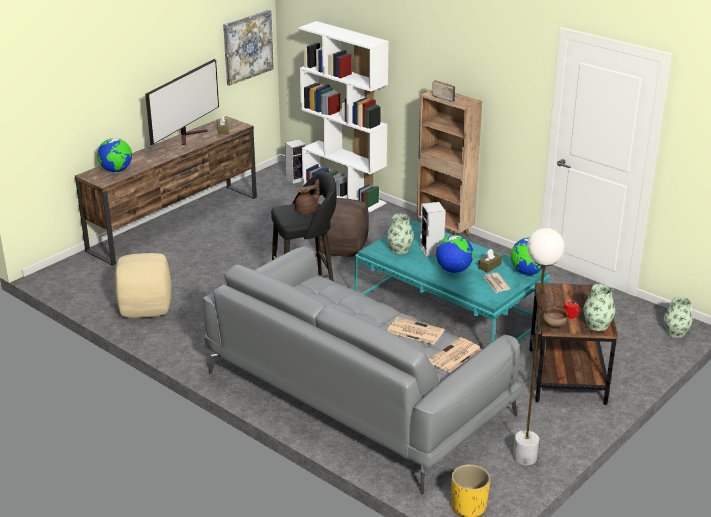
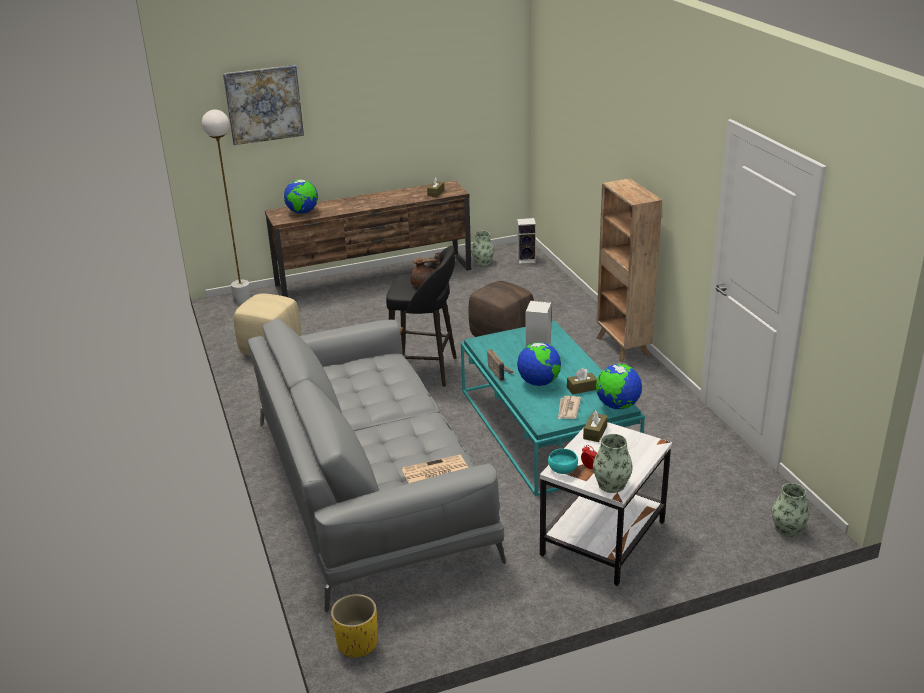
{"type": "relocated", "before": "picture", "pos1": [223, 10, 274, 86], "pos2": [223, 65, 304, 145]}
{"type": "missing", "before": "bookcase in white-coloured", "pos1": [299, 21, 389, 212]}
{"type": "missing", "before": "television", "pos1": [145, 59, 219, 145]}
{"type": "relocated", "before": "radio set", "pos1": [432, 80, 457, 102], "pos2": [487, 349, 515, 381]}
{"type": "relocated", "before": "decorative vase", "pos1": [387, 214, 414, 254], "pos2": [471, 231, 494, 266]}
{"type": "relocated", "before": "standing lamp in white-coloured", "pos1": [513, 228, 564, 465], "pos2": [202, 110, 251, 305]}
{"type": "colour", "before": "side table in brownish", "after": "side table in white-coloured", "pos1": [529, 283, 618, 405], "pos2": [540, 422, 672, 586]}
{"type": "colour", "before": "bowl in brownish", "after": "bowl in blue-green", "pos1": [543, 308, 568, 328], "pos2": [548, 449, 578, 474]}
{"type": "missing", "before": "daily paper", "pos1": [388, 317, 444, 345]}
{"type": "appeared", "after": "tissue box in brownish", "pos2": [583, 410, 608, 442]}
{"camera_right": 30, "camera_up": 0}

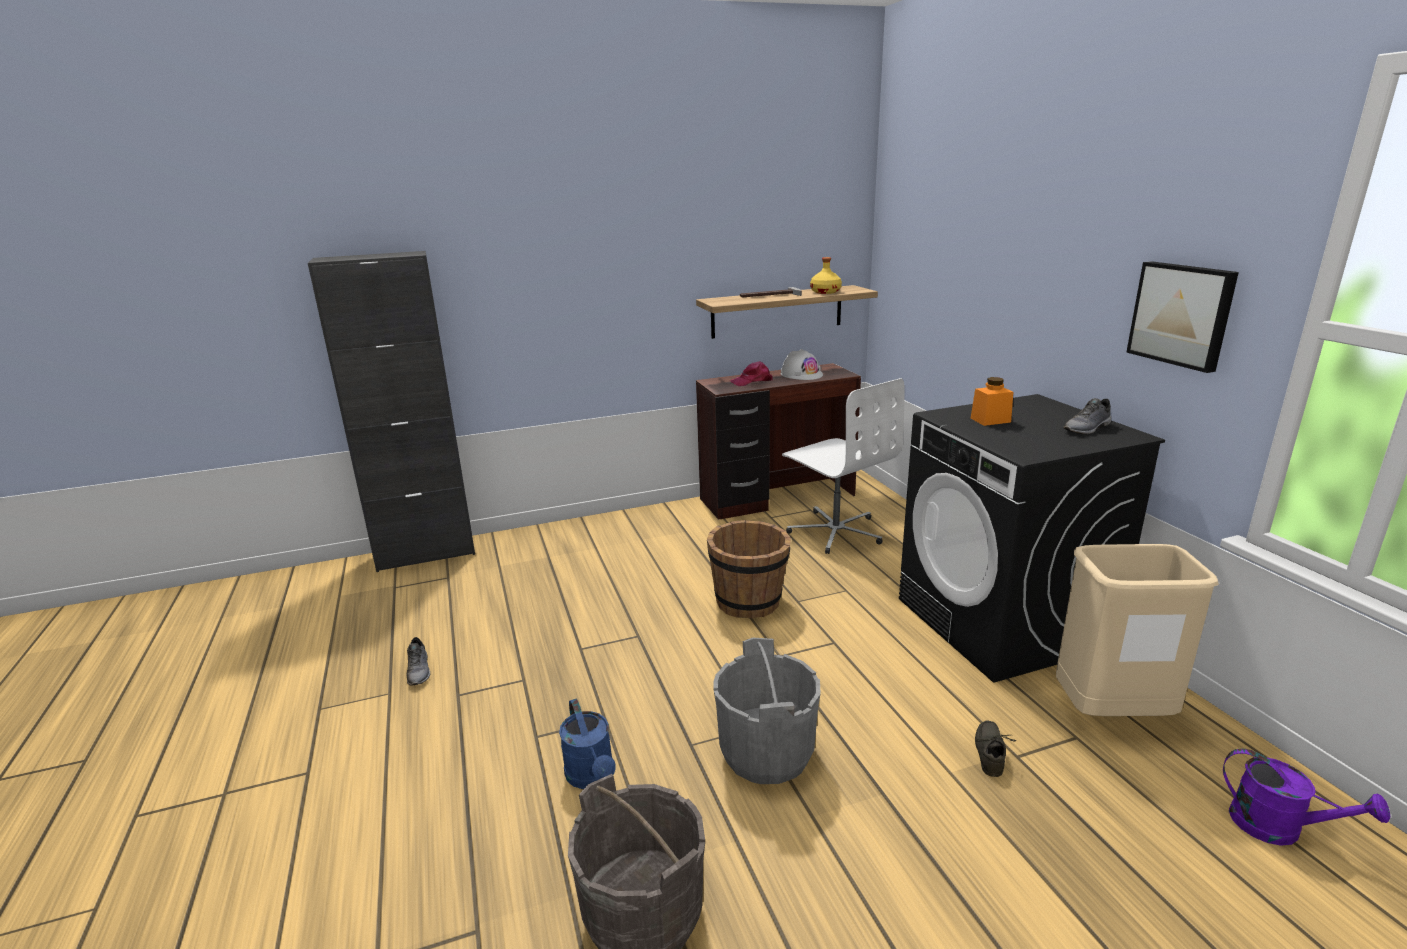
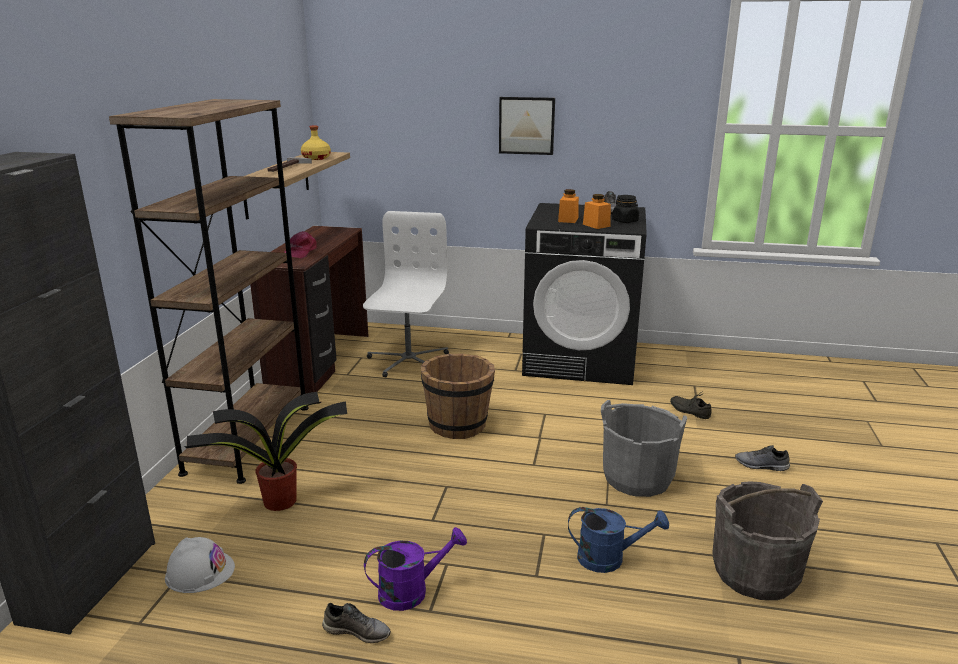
{"type": "relocated", "before": "picture", "pos1": [1126, 261, 1239, 373], "pos2": [499, 97, 555, 155]}
{"type": "relocated", "before": "work helmet in white-coloured", "pos1": [781, 349, 823, 380], "pos2": [165, 537, 235, 593]}
{"type": "spun", "before": "office chair in white-coloured", "pos1": [782, 378, 905, 554], "pos2": [363, 211, 449, 378], "turn": -75}
{"type": "missing", "before": "waste bin in beige", "pos1": [1056, 544, 1219, 716]}
{"type": "relocated", "before": "watering pot in purple", "pos1": [1223, 749, 1391, 846], "pos2": [364, 527, 467, 611]}
{"type": "appeared", "after": "bookcase in brownish", "pos2": [109, 99, 309, 484]}
{"type": "appeared", "after": "preserve jar in orangey", "pos2": [583, 194, 611, 229]}
{"type": "appeared", "after": "preserve jar in black-coloured", "pos2": [612, 195, 639, 223]}
{"type": "appeared", "after": "plant in a pot", "pos2": [184, 392, 347, 511]}
{"type": "appeared", "after": "low shoe in greyish", "pos2": [735, 445, 790, 471]}
{"camera_right": -60, "camera_up": 0}

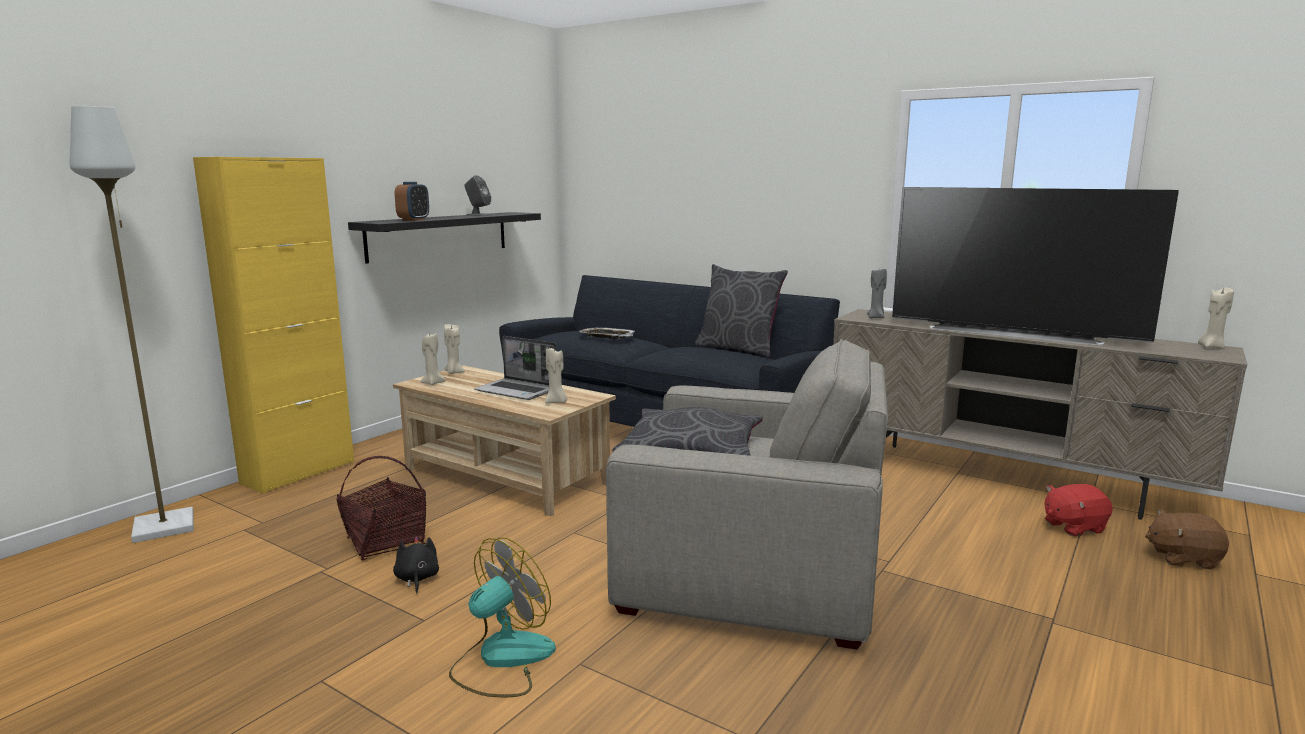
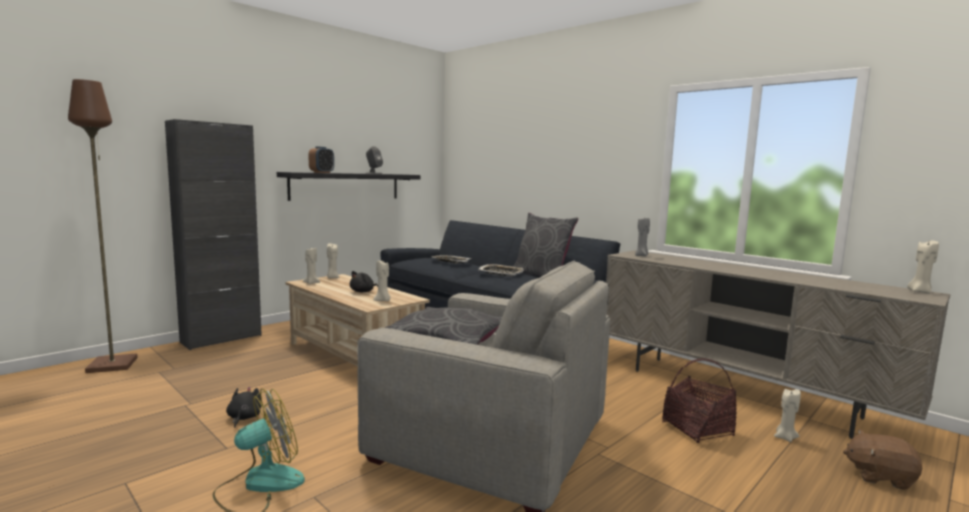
{"type": "colour", "before": "standing lamp in greyish", "after": "standing lamp in brownish", "pos1": [70, 106, 194, 543], "pos2": [68, 79, 138, 373]}
{"type": "colour", "before": "cupboard in yellow", "after": "cupboard in black-coloured", "pos1": [193, 157, 354, 494], "pos2": [165, 119, 262, 350]}
{"type": "missing", "before": "television", "pos1": [892, 187, 1179, 345]}
{"type": "exchanged", "before": "portable computer", "after": "plush toy in black-coloured", "pos1": [474, 336, 556, 400], "pos2": [350, 271, 378, 292]}
{"type": "relocated", "before": "basket", "pos1": [336, 456, 426, 560], "pos2": [662, 358, 737, 443]}
{"type": "exchanged", "before": "plush toy in red-coloured", "after": "wax candle in beige", "pos1": [1045, 484, 1113, 536], "pos2": [774, 389, 801, 442]}
{"type": "appeared", "after": "tray", "pos2": [478, 264, 524, 276]}
{"camera_right": 10, "camera_up": -5}

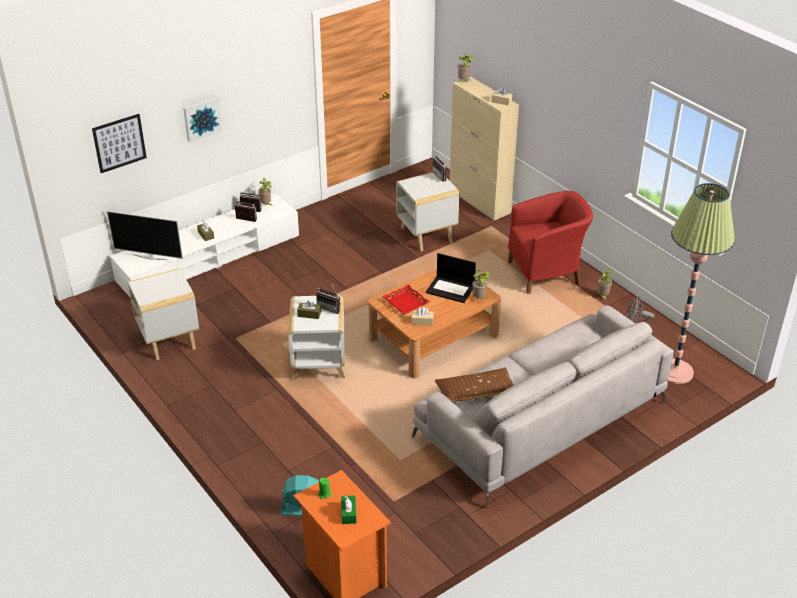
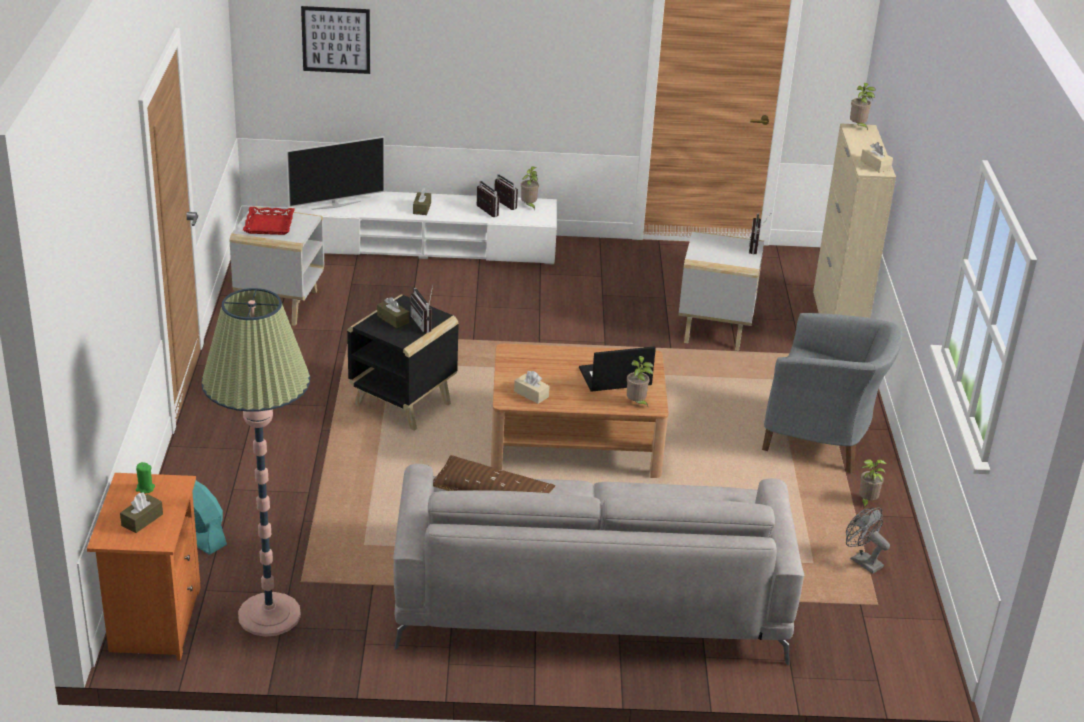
{"type": "missing", "before": "picture", "pos1": [183, 97, 222, 142]}
{"type": "relocated", "before": "standing lamp", "pos1": [667, 183, 735, 384], "pos2": [201, 288, 310, 637]}
{"type": "colour", "before": "lounge chair in red-coloured", "after": "lounge chair in greyish", "pos1": [508, 191, 593, 294], "pos2": [762, 313, 903, 473]}
{"type": "spun", "before": "television", "pos1": [107, 211, 183, 260], "pos2": [286, 136, 385, 210], "turn": -75}
{"type": "spun", "before": "portable computer", "pos1": [426, 253, 476, 303], "pos2": [579, 346, 656, 392], "turn": 105}
{"type": "relocated", "before": "tray in red-coloured", "pos1": [382, 285, 430, 315], "pos2": [243, 207, 295, 235]}
{"type": "colour", "before": "side table in white-coloured", "after": "side table in black-coloured", "pos1": [288, 295, 345, 380], "pos2": [347, 295, 458, 431]}
{"type": "colour", "before": "tissue box in greenish", "after": "tissue box in brownish", "pos1": [341, 495, 356, 524], "pos2": [120, 492, 163, 533]}
{"camera_right": 35, "camera_up": -5}

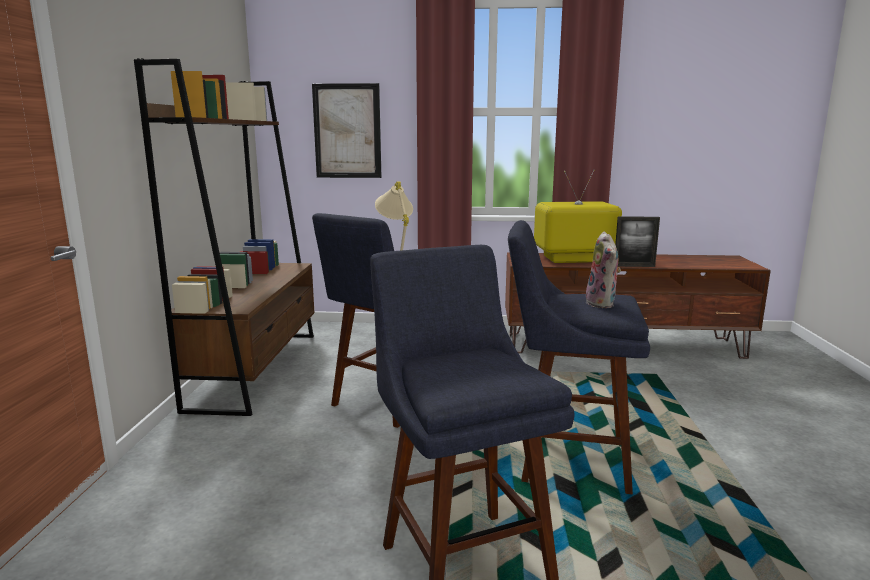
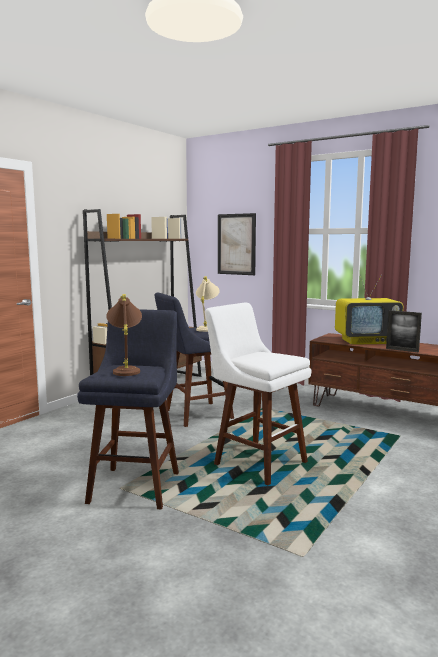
{"type": "spun", "before": "television", "pos1": [534, 170, 622, 263], "pos2": [335, 274, 403, 345], "turn": 150}
{"type": "colour", "before": "stool seat in blue", "after": "stool seat in white-coloured", "pos1": [508, 220, 650, 495], "pos2": [205, 303, 312, 486]}
{"type": "missing", "before": "plush toy", "pos1": [586, 232, 621, 308]}
{"type": "appeared", "after": "lamp for a table in brownish", "pos2": [106, 294, 142, 376]}
{"camera_right": 30, "camera_up": -5}

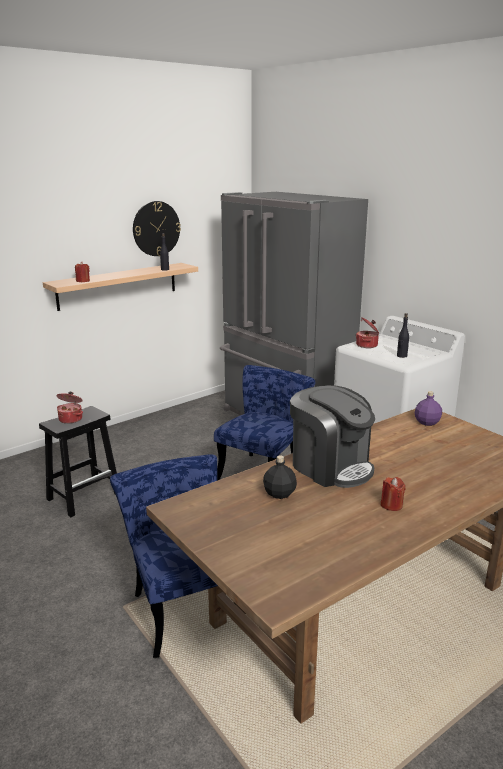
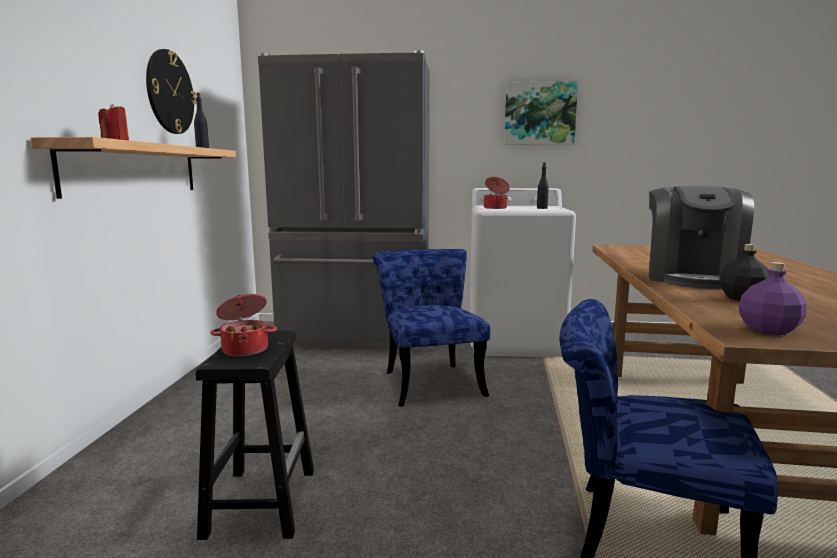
{"type": "spun", "before": "coffee brewer", "pos1": [290, 385, 375, 488], "pos2": [649, 186, 754, 289], "turn": 105}
{"type": "relocated", "before": "beverage bottle in purple", "pos1": [415, 391, 442, 426], "pos2": [739, 262, 807, 335]}
{"type": "missing", "before": "wax candle in red-coloured", "pos1": [380, 477, 406, 511]}
{"type": "appeared", "after": "picture", "pos2": [504, 81, 578, 145]}
{"camera_right": -45, "camera_up": -10}

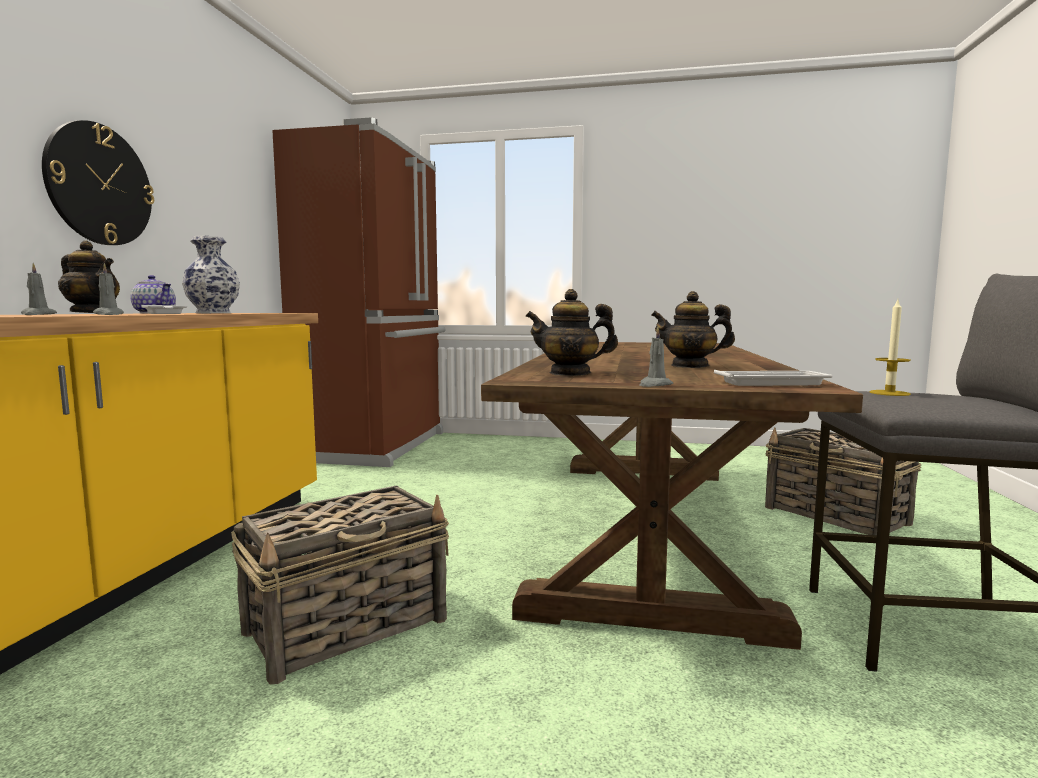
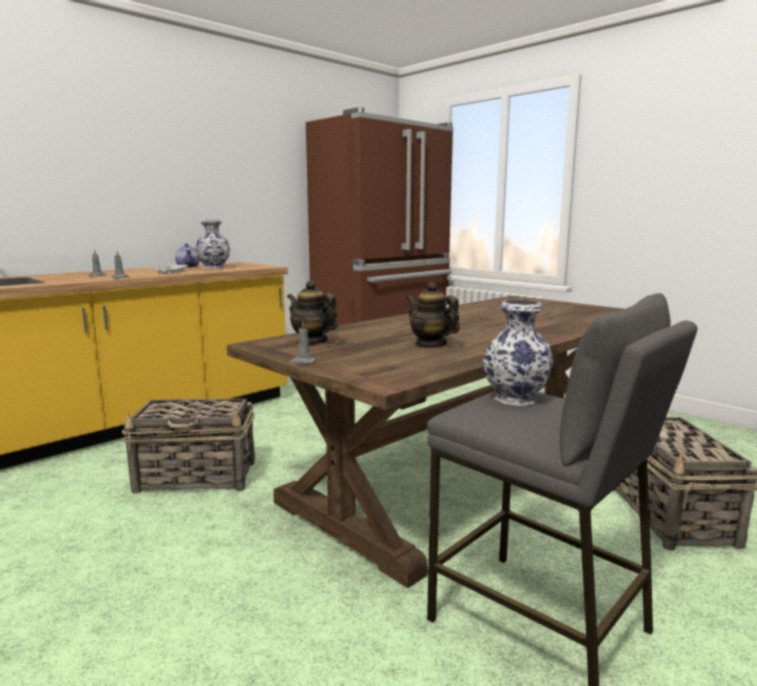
{"type": "missing", "before": "hanging clock", "pos1": [42, 120, 154, 245]}
{"type": "missing", "before": "pot for tea", "pos1": [58, 241, 120, 313]}
{"type": "exchanged", "before": "wax candle", "after": "decorative vase", "pos1": [869, 300, 911, 396], "pos2": [483, 299, 553, 406]}
{"type": "missing", "before": "tray in white-coloured", "pos1": [714, 370, 833, 386]}
{"camera_right": 35, "camera_up": 5}

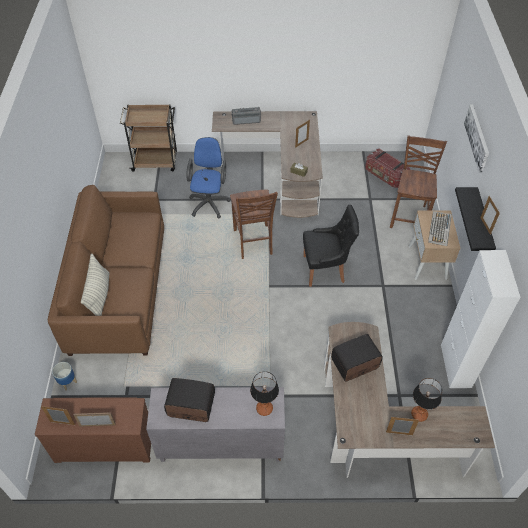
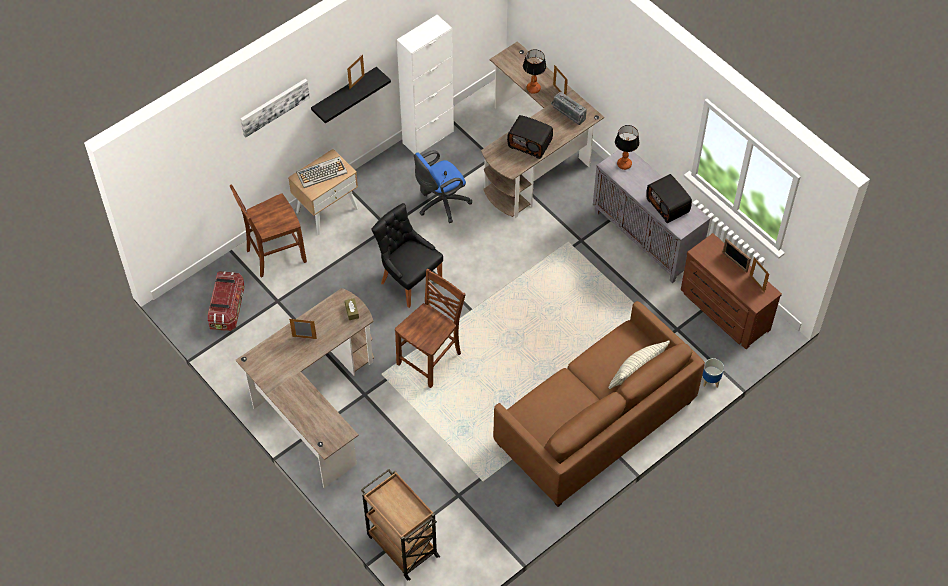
{"type": "relocated", "before": "radio set", "pos1": [231, 107, 261, 125], "pos2": [551, 92, 587, 125]}
{"type": "relocated", "before": "office chair in blue", "pos1": [186, 137, 231, 219], "pos2": [414, 150, 472, 223]}
{"camera_right": -130, "camera_up": 5}

